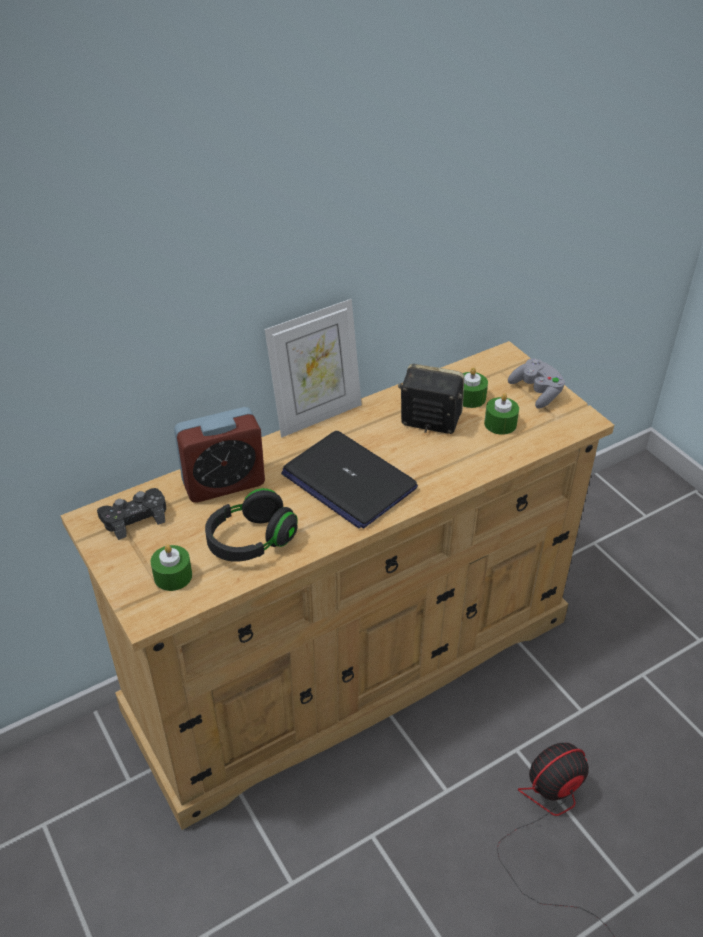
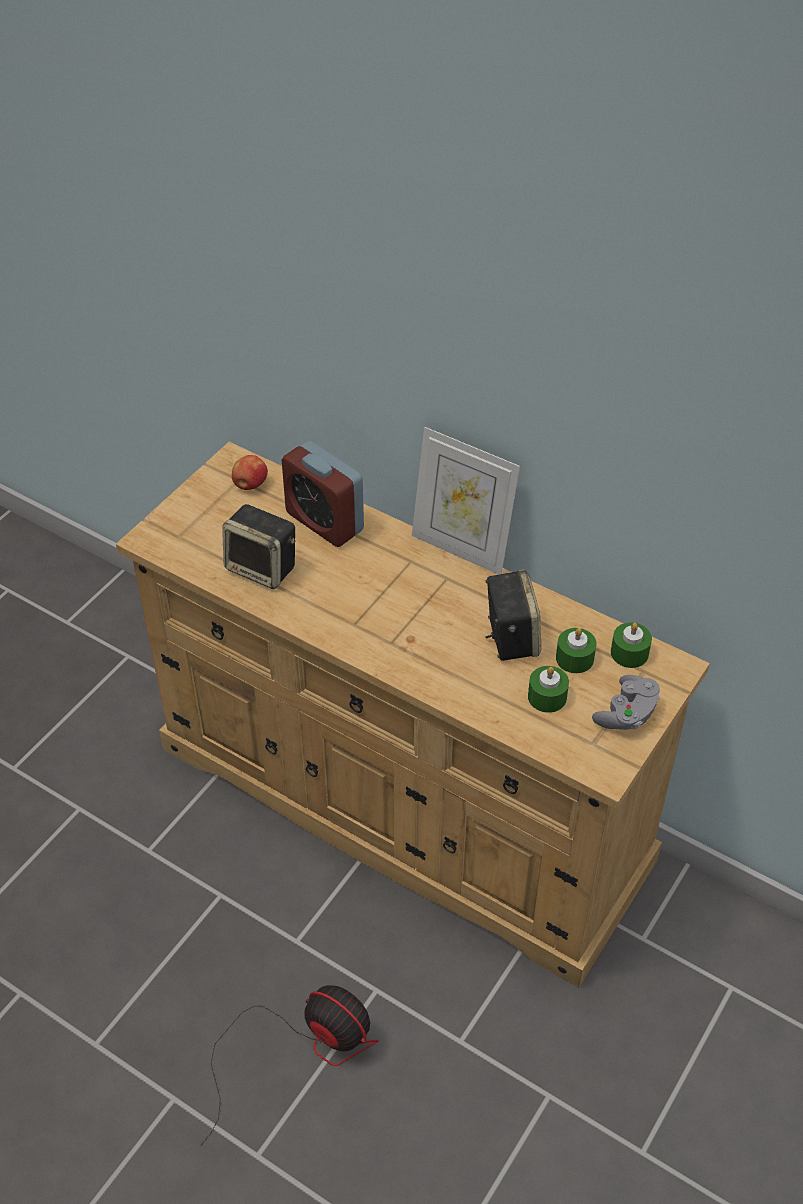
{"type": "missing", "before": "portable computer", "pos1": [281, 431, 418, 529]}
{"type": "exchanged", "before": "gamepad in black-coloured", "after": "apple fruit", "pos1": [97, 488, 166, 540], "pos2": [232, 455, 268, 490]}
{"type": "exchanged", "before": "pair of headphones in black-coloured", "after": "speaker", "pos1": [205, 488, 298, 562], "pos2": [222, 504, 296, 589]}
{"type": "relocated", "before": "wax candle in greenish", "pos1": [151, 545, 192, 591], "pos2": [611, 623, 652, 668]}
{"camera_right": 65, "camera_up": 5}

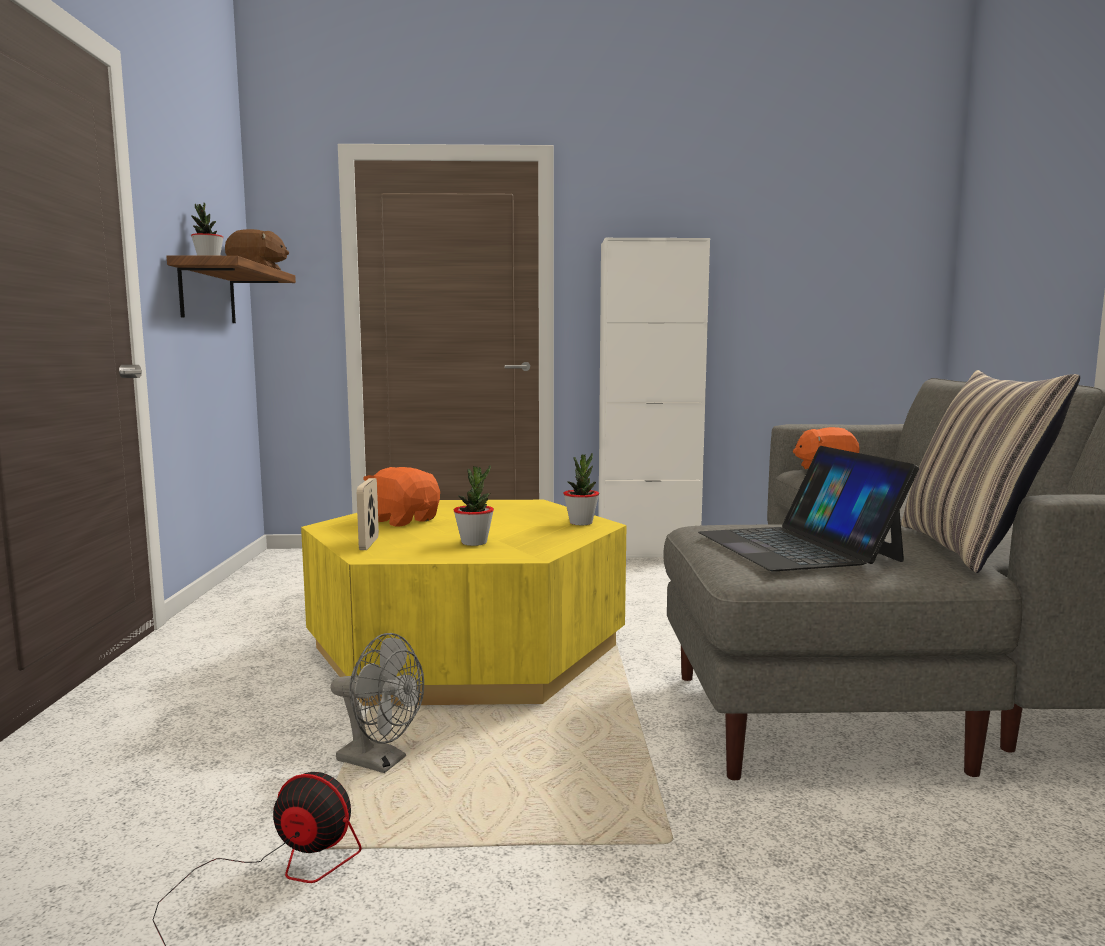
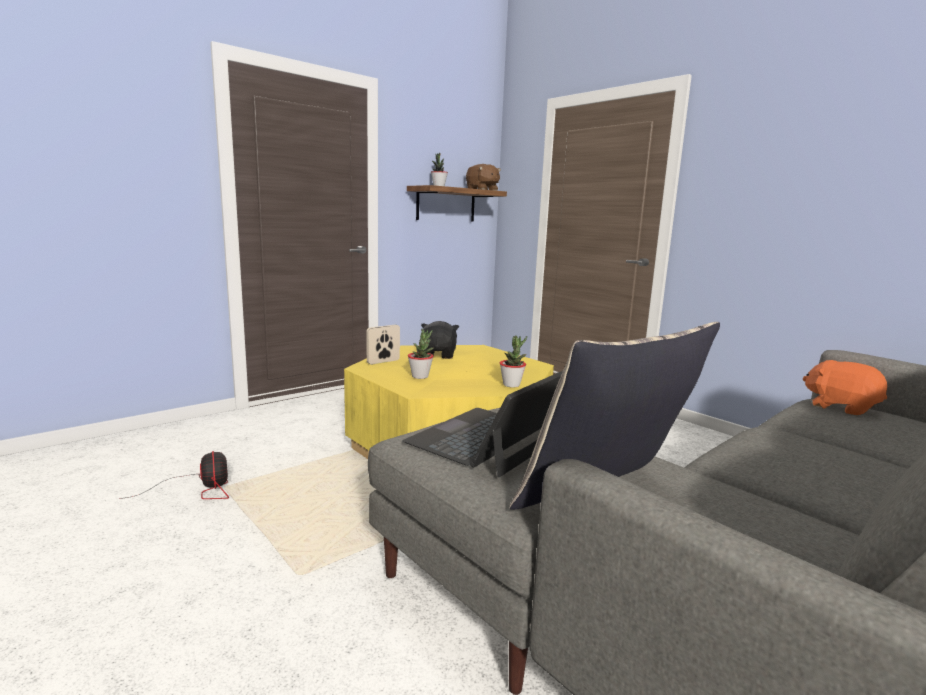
{"type": "missing", "before": "cupboard in white-coloured", "pos1": [598, 238, 710, 557]}
{"type": "colour", "before": "plush toy in orangey", "after": "plush toy in black-coloured", "pos1": [363, 467, 440, 527], "pos2": [421, 321, 459, 359]}
{"type": "missing", "before": "cooling fan in greyish", "pos1": [331, 633, 424, 773]}
{"camera_right": 50, "camera_up": 5}

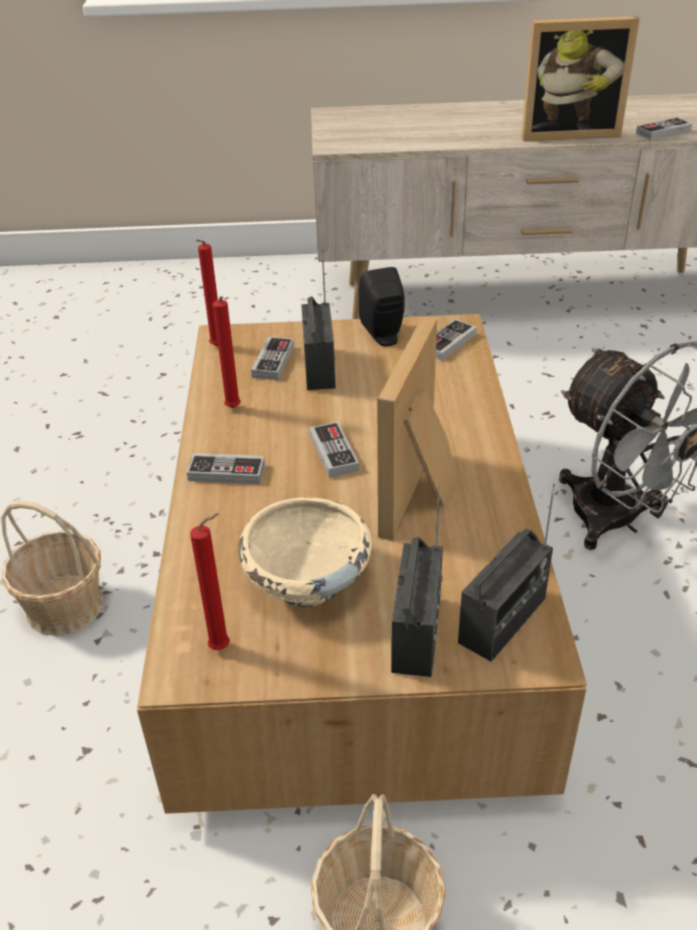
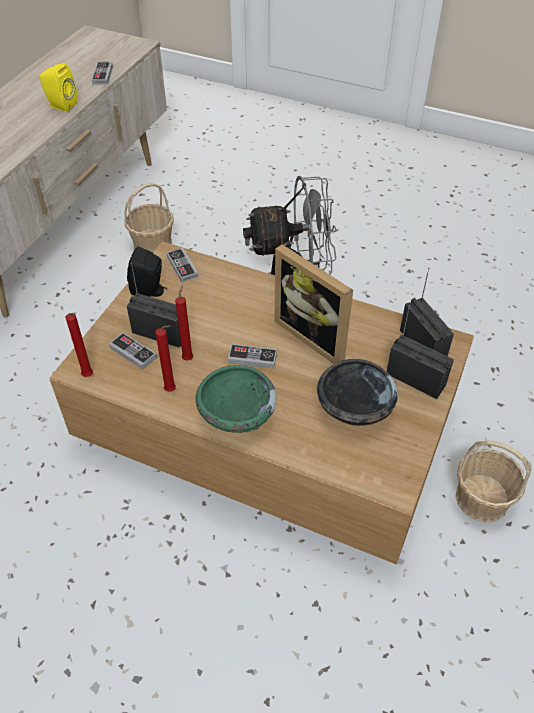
{"type": "exchanged", "before": "standing frame", "after": "speaker in yellow", "pos1": [521, 16, 640, 141], "pos2": [40, 63, 78, 112]}
{"type": "exchanged", "before": "gamepad", "after": "bowl in greenish", "pos1": [187, 453, 265, 484], "pos2": [196, 365, 277, 433]}
{"type": "colour", "before": "bowl in beige", "after": "bowl in black-coloured", "pos1": [238, 497, 372, 608], "pos2": [317, 359, 398, 426]}
{"type": "relocated", "before": "basket", "pos1": [1, 500, 103, 636], "pos2": [124, 183, 174, 253]}
{"type": "relocated", "before": "wax candle in red-coloured", "pos1": [190, 513, 230, 650], "pos2": [175, 285, 193, 360]}
{"camera_right": -65, "camera_up": 10}

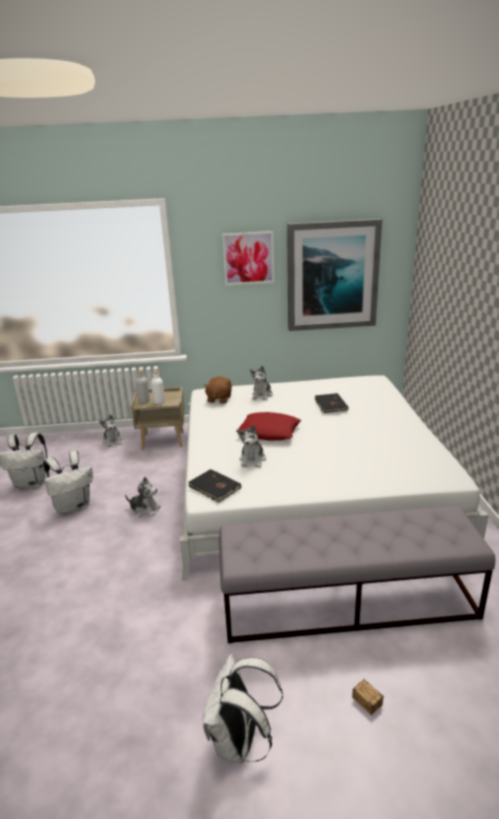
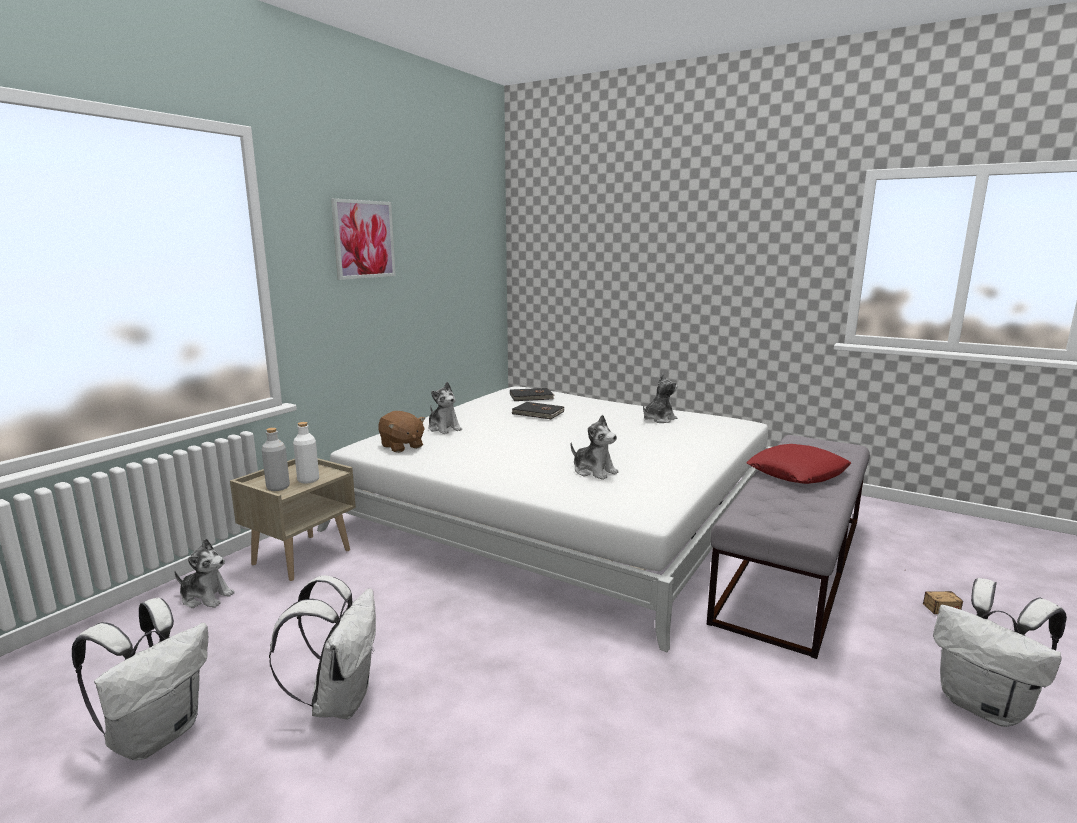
{"type": "missing", "before": "picture", "pos1": [287, 219, 382, 331]}
{"type": "relocated", "before": "cushion in red-coloured", "pos1": [236, 412, 301, 441], "pos2": [747, 444, 851, 484]}
{"type": "relocated", "before": "book in black-coloured", "pos1": [188, 469, 241, 502], "pos2": [510, 388, 555, 401]}
{"type": "relocated", "before": "plush toy", "pos1": [125, 477, 161, 517], "pos2": [643, 373, 677, 423]}
{"camera_right": -55, "camera_up": -10}

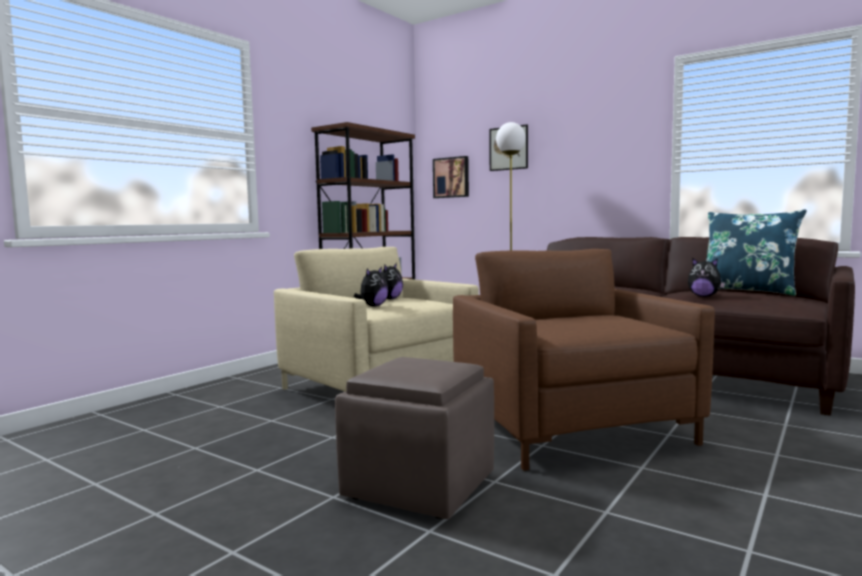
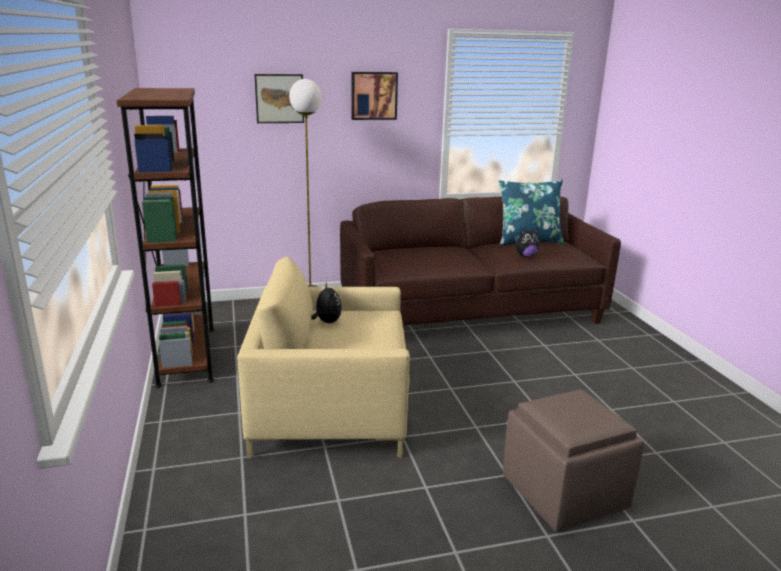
{"type": "relocated", "before": "picture", "pos1": [433, 156, 469, 198], "pos2": [352, 72, 398, 120]}
{"type": "missing", "before": "lounge chair in brownish", "pos1": [453, 249, 715, 471]}
{"type": "missing", "before": "plush toy", "pos1": [354, 267, 389, 307]}
{"camera_right": -50, "camera_up": 15}

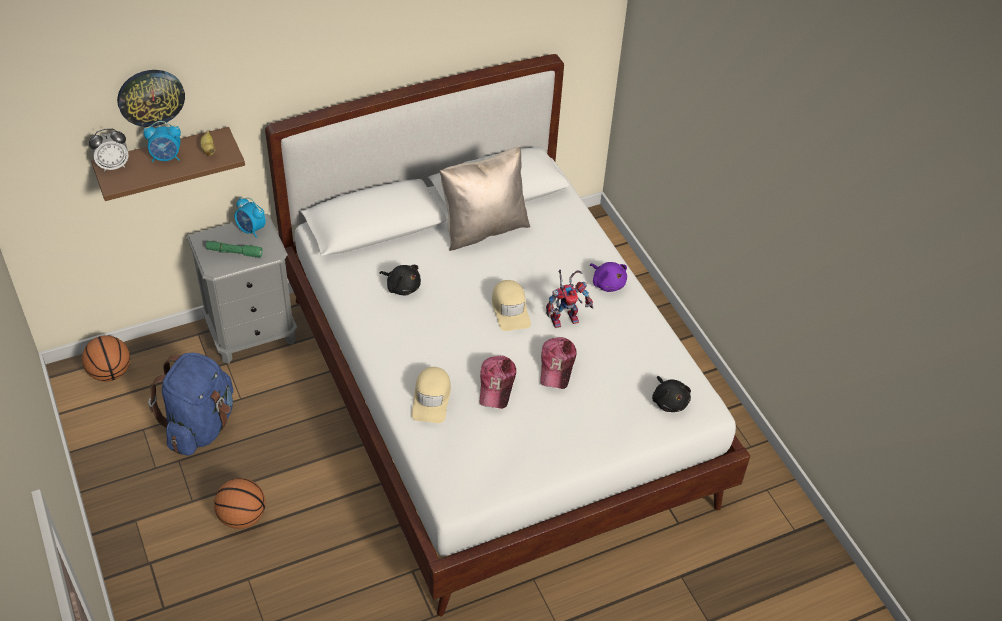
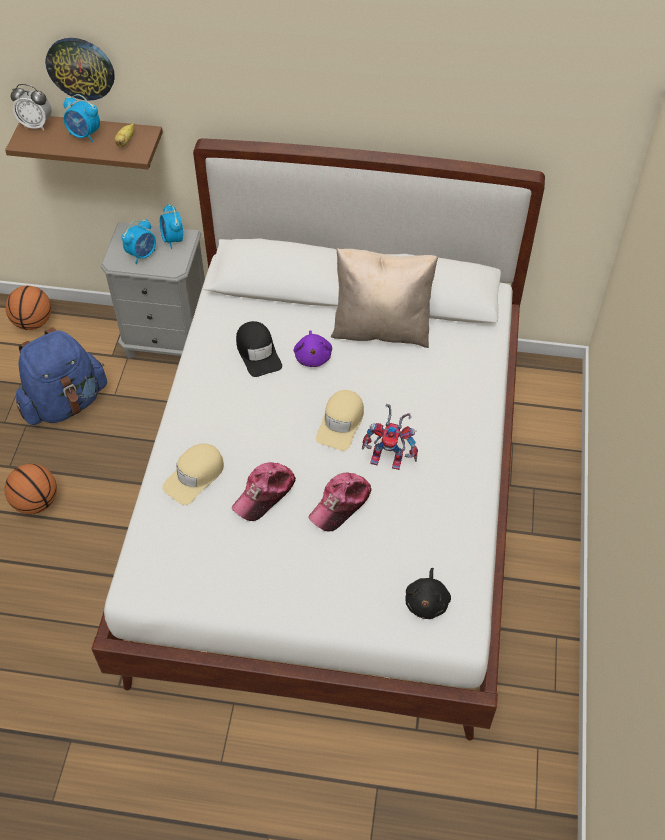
{"type": "exchanged", "before": "flashlight in greenish", "after": "alarm clock", "pos1": [206, 241, 263, 257], "pos2": [122, 219, 156, 264]}
{"type": "relocated", "before": "plush toy in purple", "pos1": [590, 262, 627, 292], "pos2": [294, 330, 332, 367]}
{"type": "exchanged", "before": "plush toy in black-coloured", "after": "cap in black-coloured", "pos1": [380, 265, 421, 296], "pos2": [236, 321, 282, 377]}
{"camera_right": 35, "camera_up": 5}

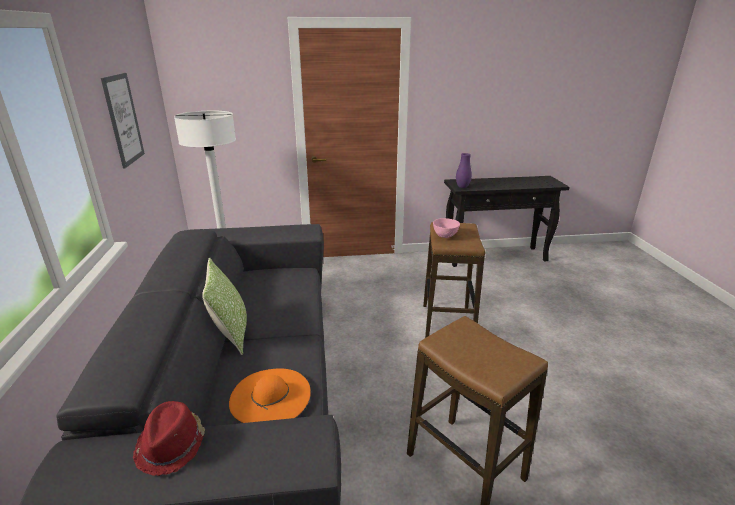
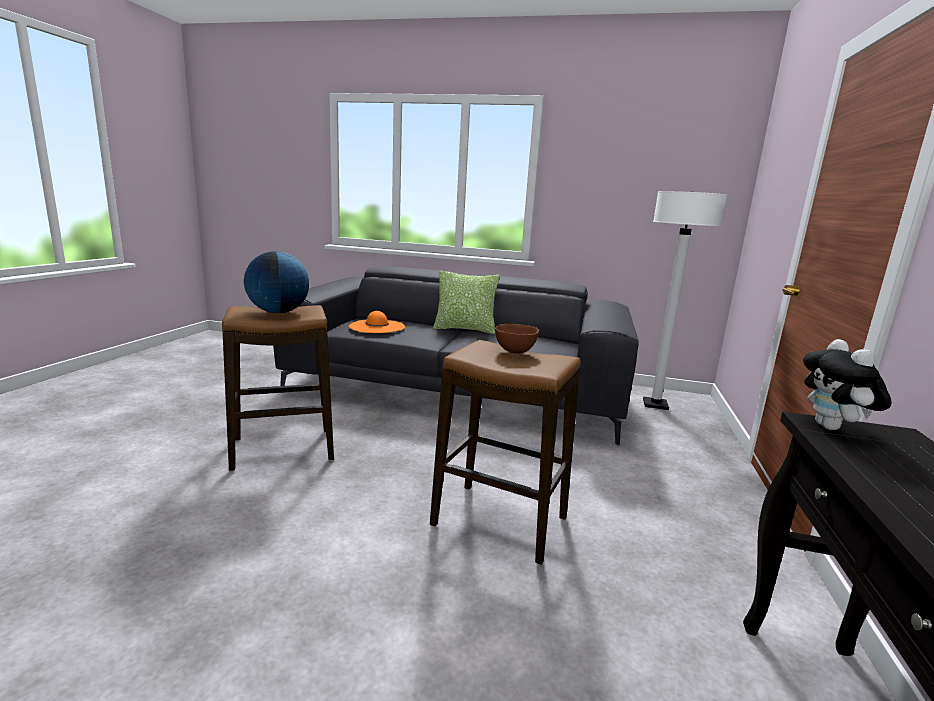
{"type": "missing", "before": "picture", "pos1": [101, 73, 145, 169]}
{"type": "exchanged", "before": "decorative vase in purple", "after": "plush toy", "pos1": [456, 153, 472, 188], "pos2": [803, 339, 891, 430]}
{"type": "colour", "before": "bowl in pink-coloured", "after": "bowl in brownish", "pos1": [433, 218, 460, 238], "pos2": [495, 324, 539, 354]}
{"type": "missing", "before": "clothing hat in red-coloured", "pos1": [133, 401, 205, 476]}
{"type": "appeared", "after": "globe", "pos2": [244, 251, 309, 313]}
{"camera_right": 110, "camera_up": -10}

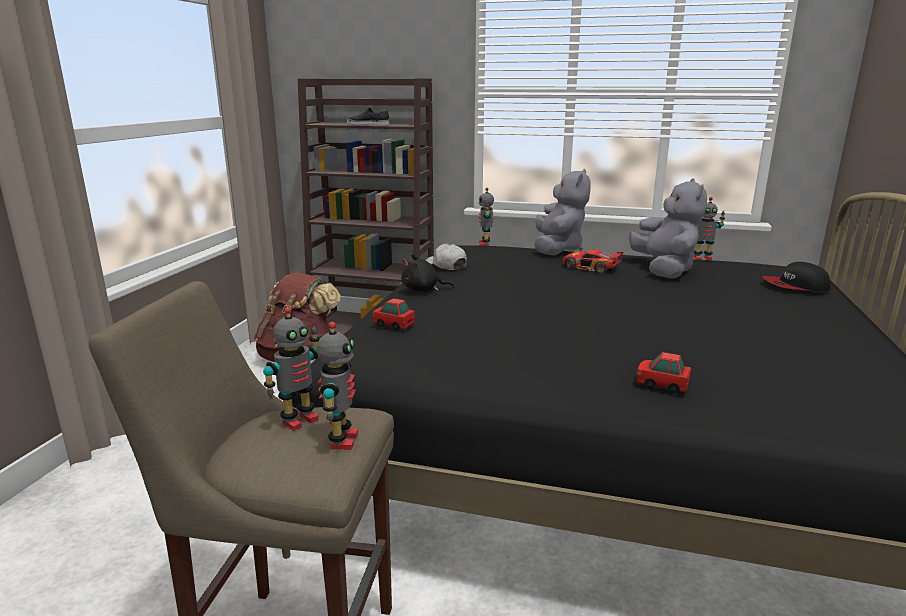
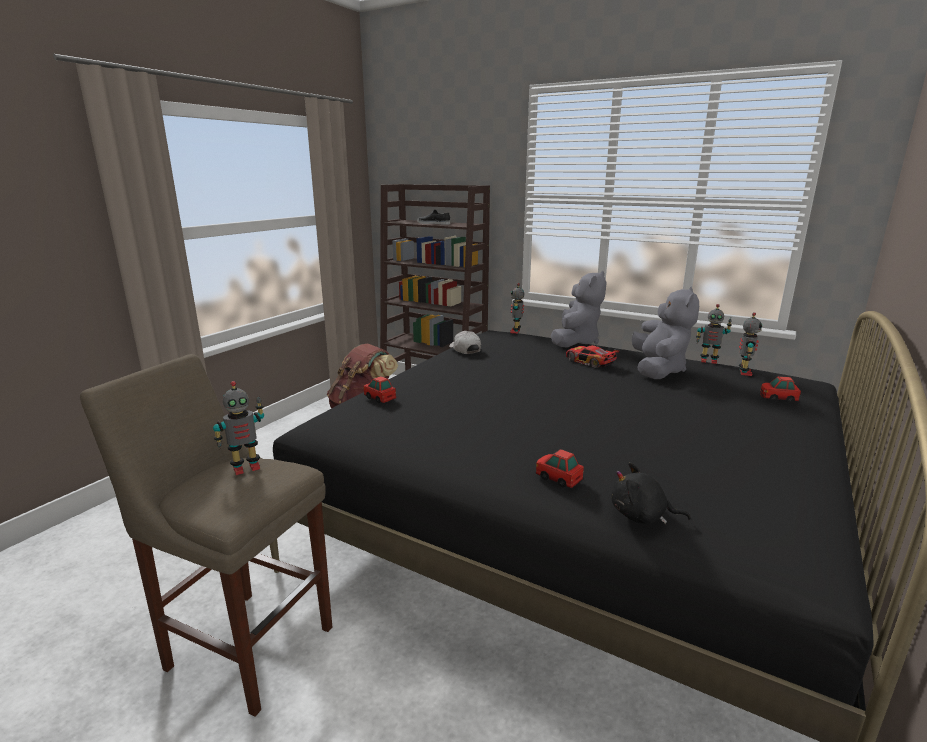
{"type": "relocated", "before": "plush toy in black-coloured", "pos1": [401, 254, 454, 292], "pos2": [611, 462, 691, 524]}
{"type": "exchanged", "before": "cap", "after": "model car", "pos1": [762, 262, 831, 291], "pos2": [760, 376, 801, 403]}
{"type": "relocated", "before": "robot figure", "pos1": [316, 322, 358, 450], "pos2": [739, 312, 762, 376]}
{"camera_right": 15, "camera_up": 0}

